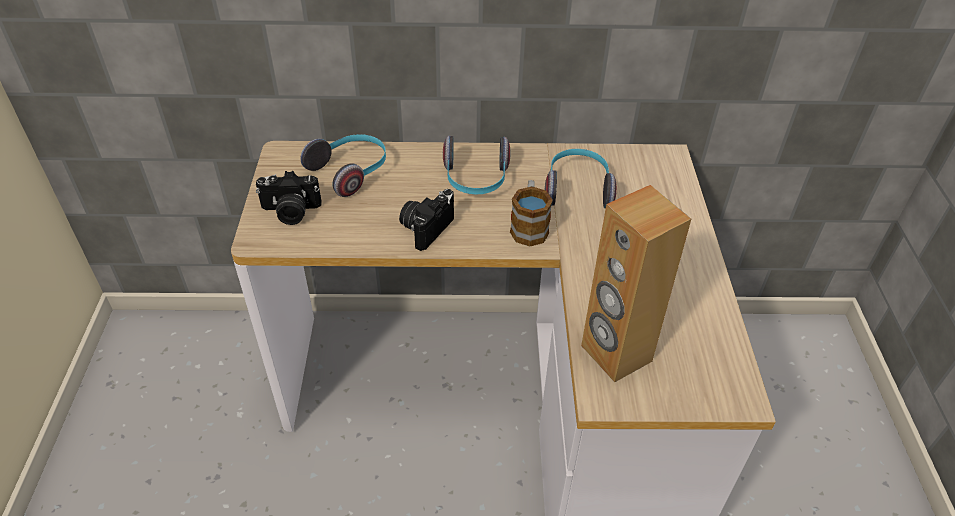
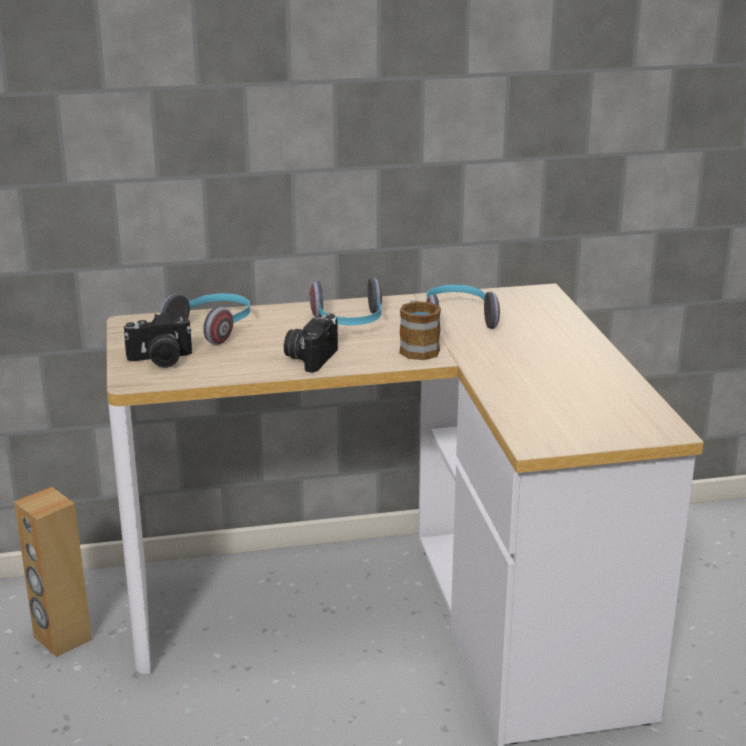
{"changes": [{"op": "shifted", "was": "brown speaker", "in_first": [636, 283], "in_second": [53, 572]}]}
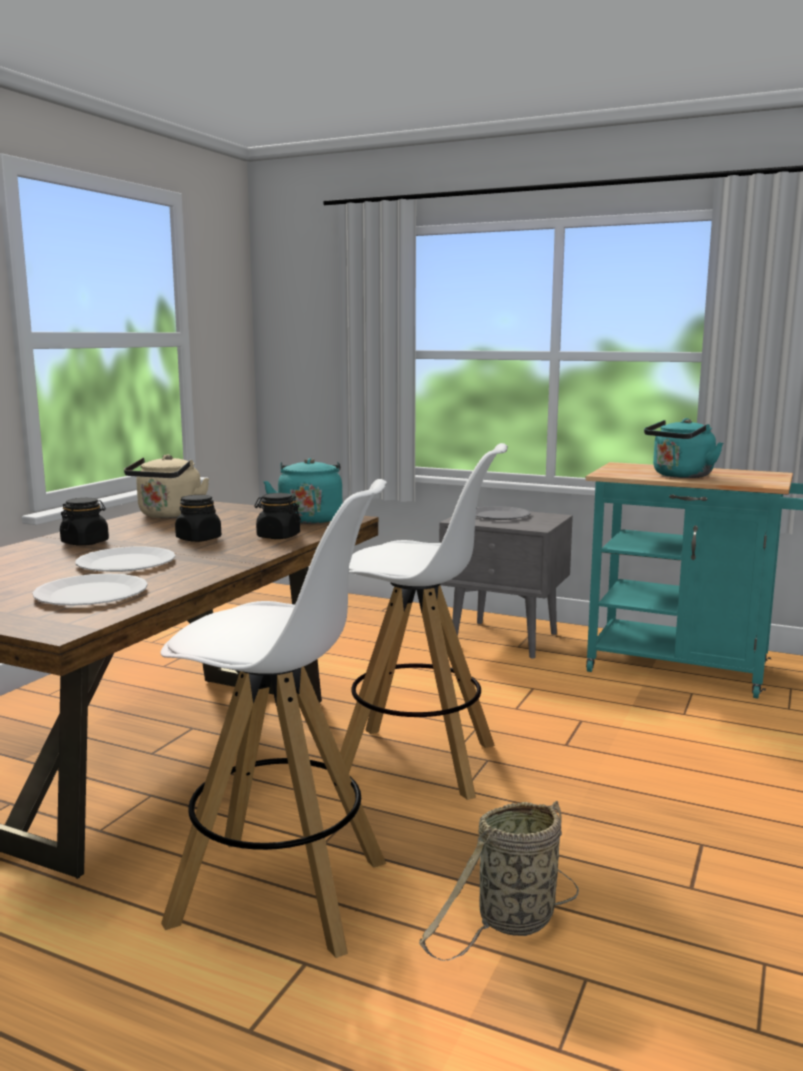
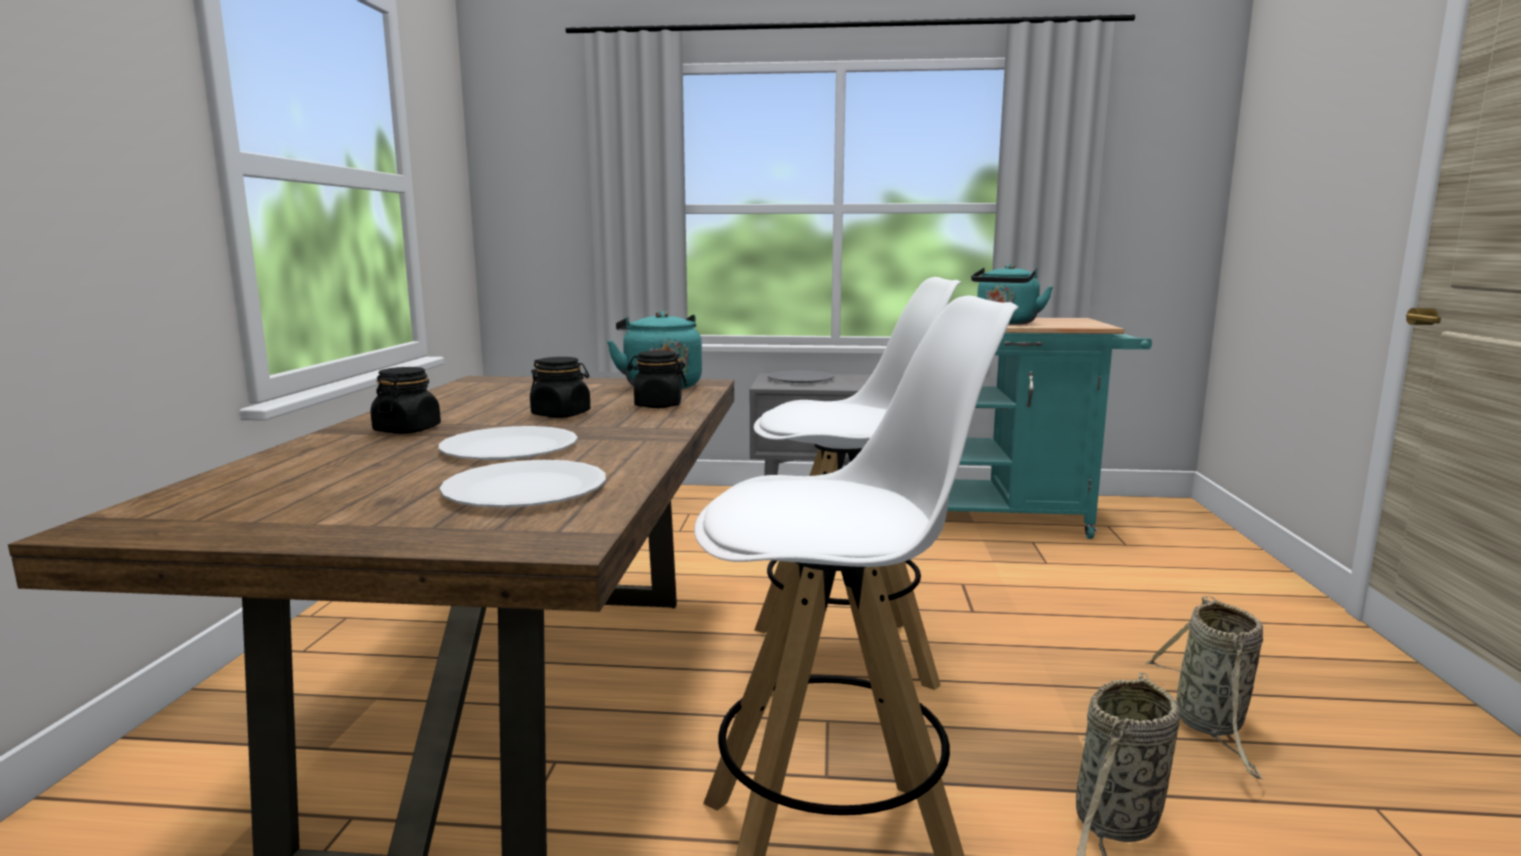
{"changes": [{"op": "new", "now": "basket", "in_second": [1204, 688]}, {"op": "gone", "was": "beige kettle", "in_first": [167, 486]}]}
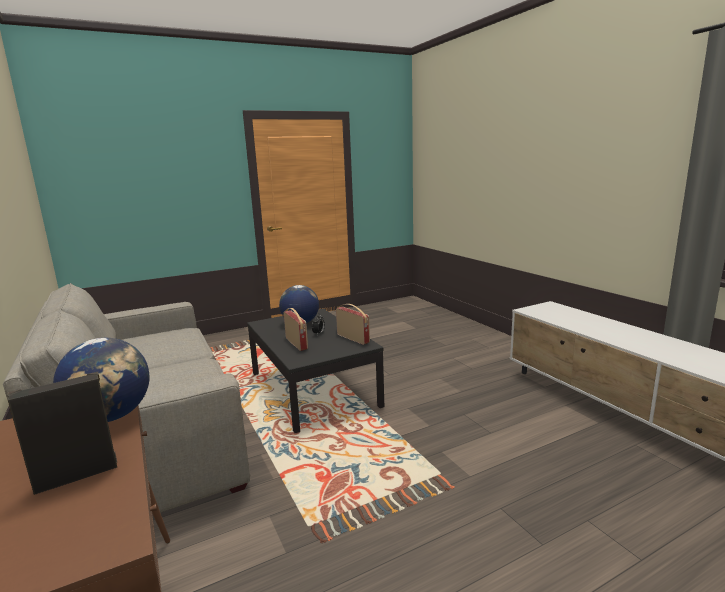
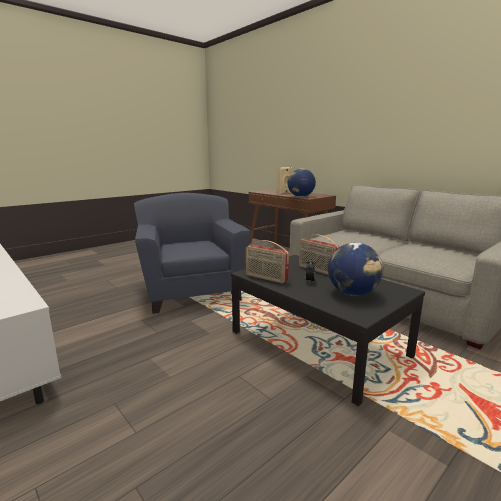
{"changes": [{"op": "new", "now": "blue armchair", "in_second": [192, 253]}, {"op": "repainted", "was": "black speaker", "now": "beige speaker", "in_first": [62, 433], "in_second": [284, 180]}]}
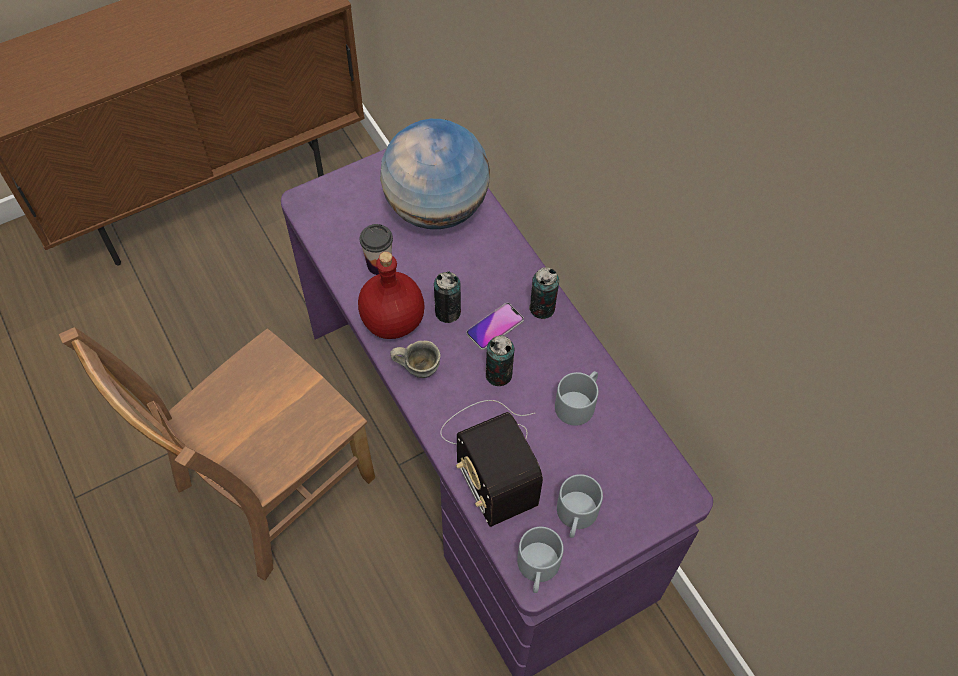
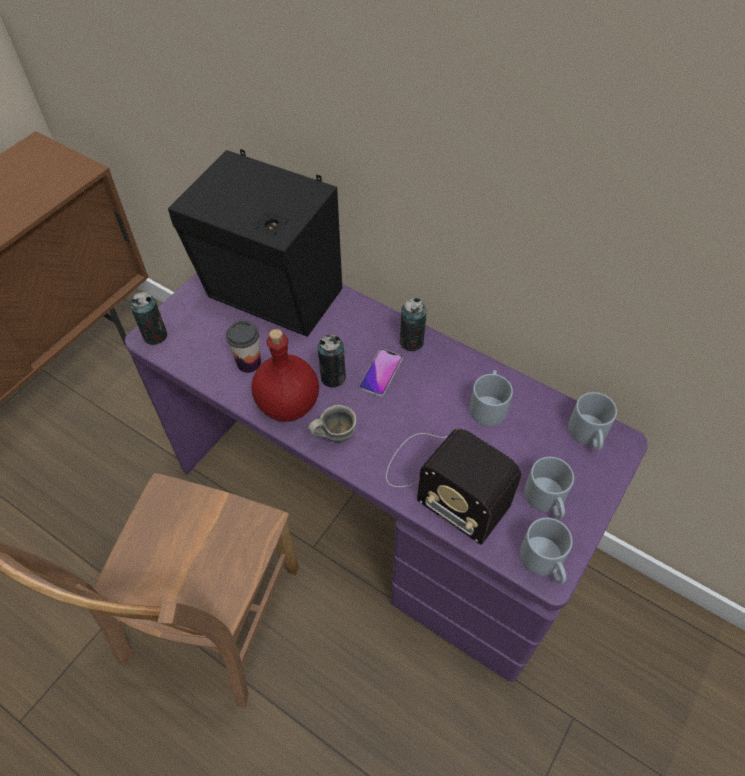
{"changes": [{"op": "shifted", "was": "can", "in_first": [500, 360], "in_second": [148, 318]}, {"op": "swapped", "was": "globe", "now": "black speaker", "in_first": [435, 174], "in_second": [255, 243]}, {"op": "new", "now": "grey mug", "in_second": [592, 421]}]}
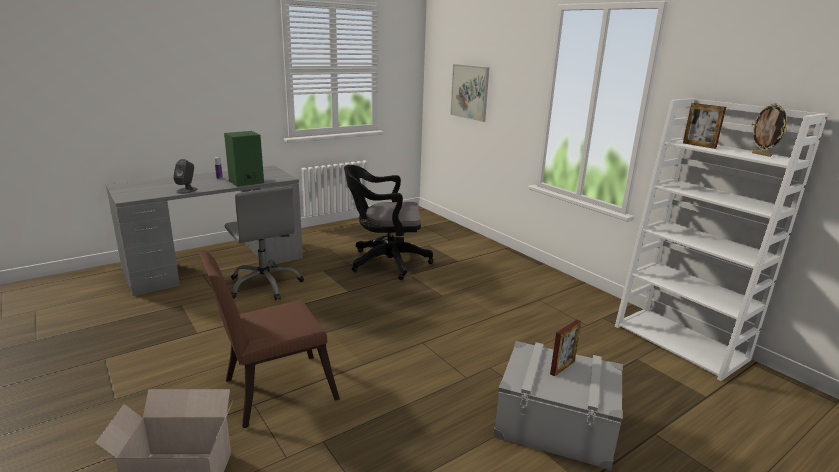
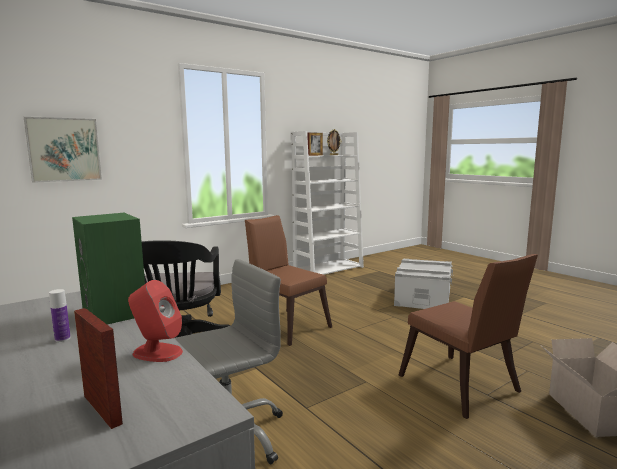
{"changes": [{"op": "shifted", "was": "picture frame", "in_first": [565, 348], "in_second": [98, 368]}, {"op": "repainted", "was": "grey speaker", "now": "red speaker", "in_first": [185, 176], "in_second": [155, 321]}, {"op": "new", "now": "brown chair", "in_second": [288, 280]}]}
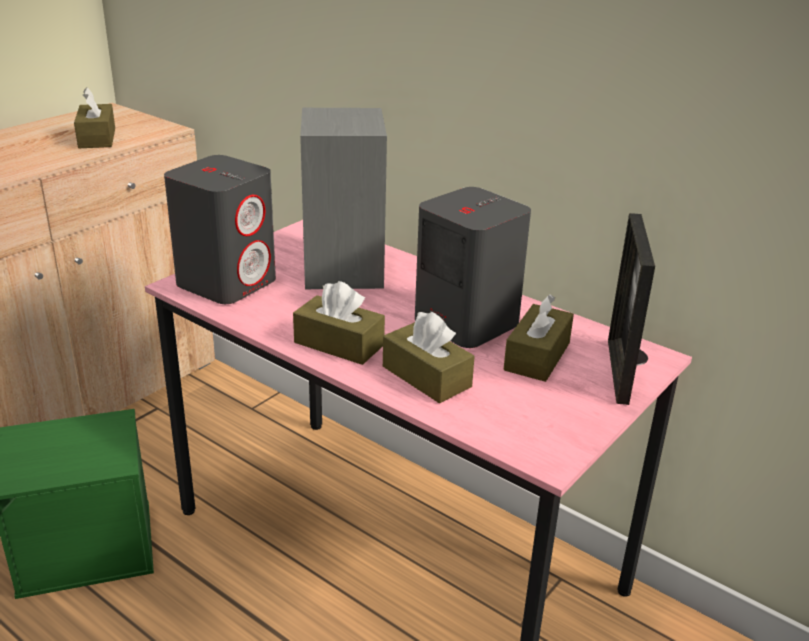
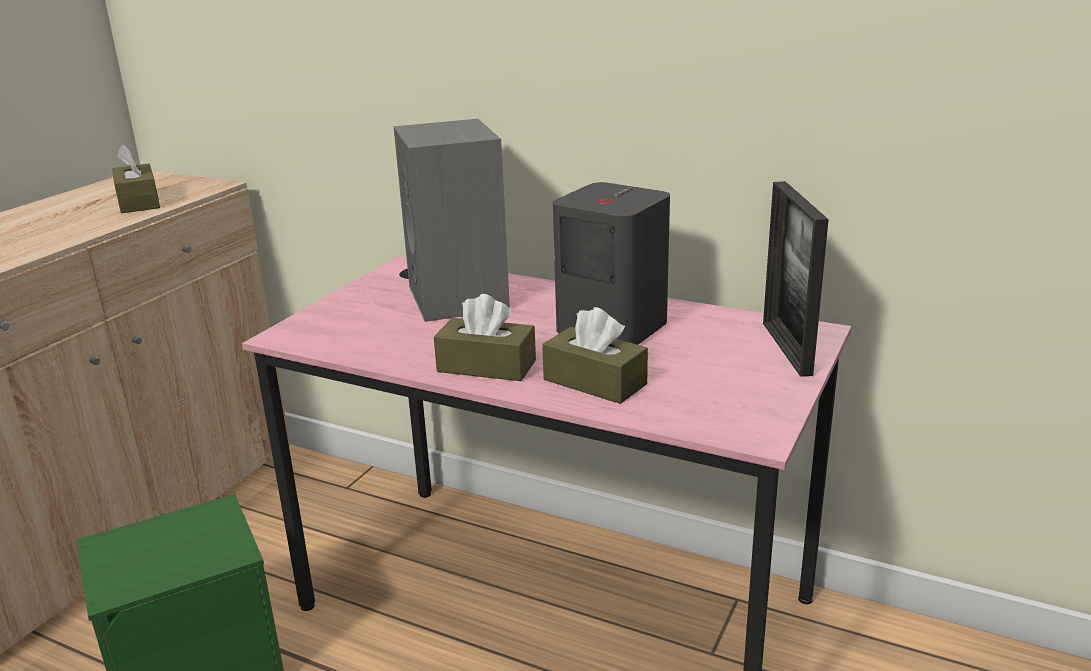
{"changes": [{"op": "gone", "was": "grey speaker", "in_first": [220, 229]}, {"op": "gone", "was": "brown tissue box", "in_first": [539, 338]}]}
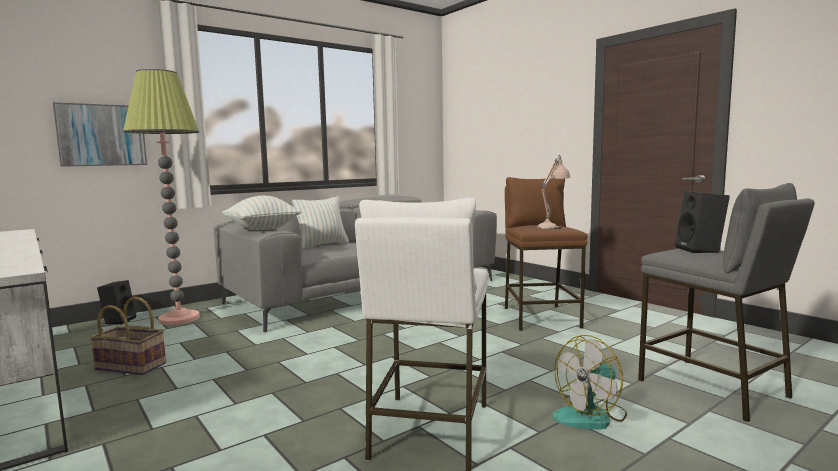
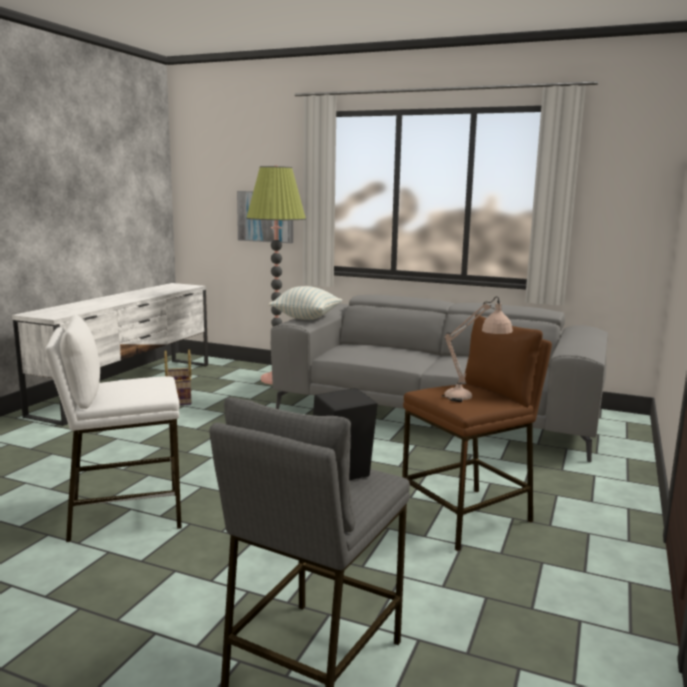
{"changes": [{"op": "gone", "was": "black speaker", "in_first": [116, 302]}, {"op": "gone", "was": "pillow", "in_first": [320, 223]}, {"op": "gone", "was": "fan", "in_first": [589, 382]}]}
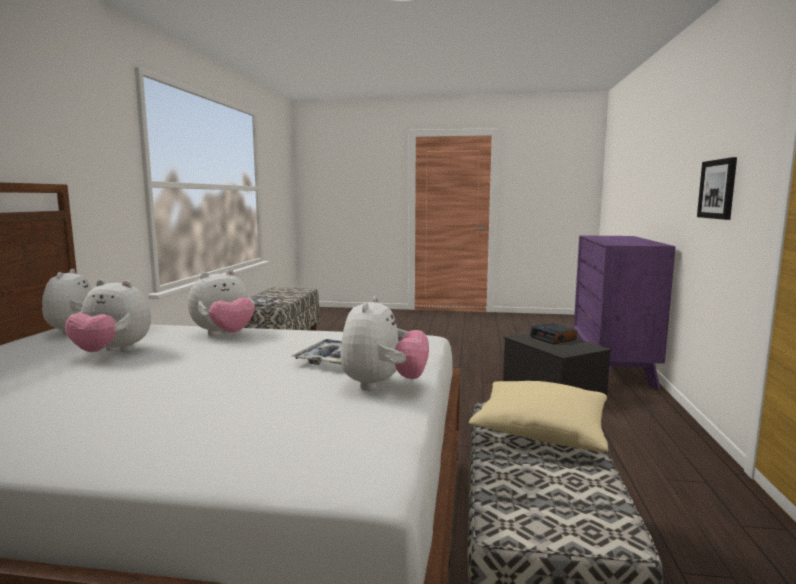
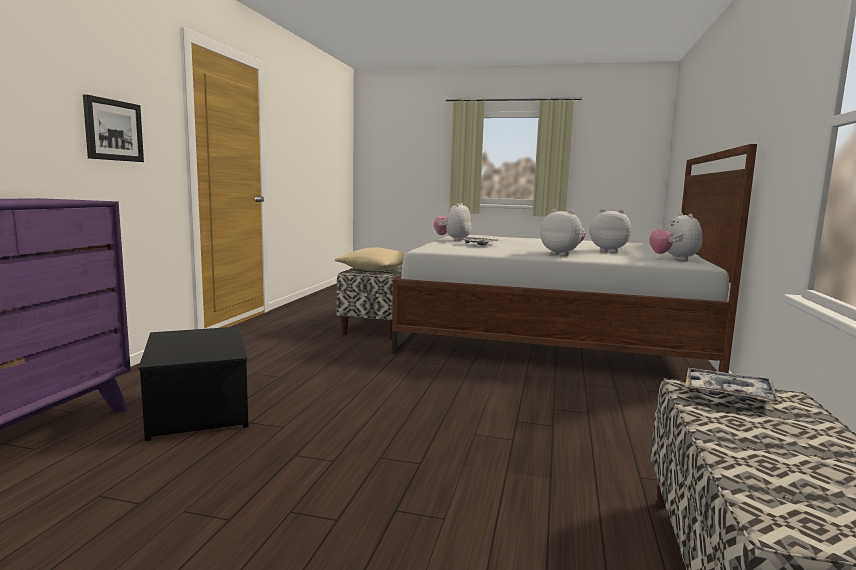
{"changes": [{"op": "rotated", "was": "plush toy", "in_first": [221, 303], "in_second": [563, 232], "clockwise": 75}, {"op": "gone", "was": "alarm clock", "in_first": [553, 333]}]}
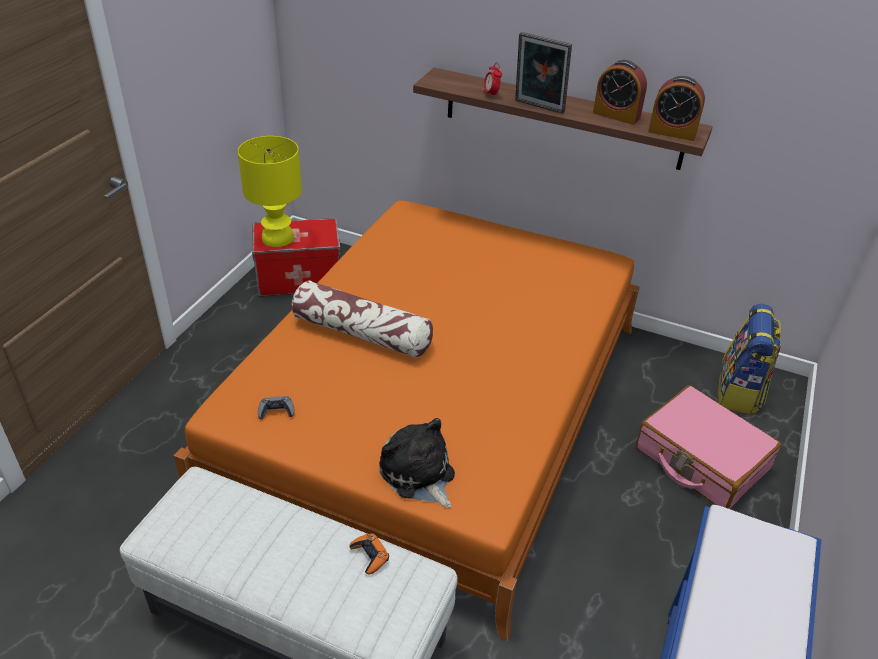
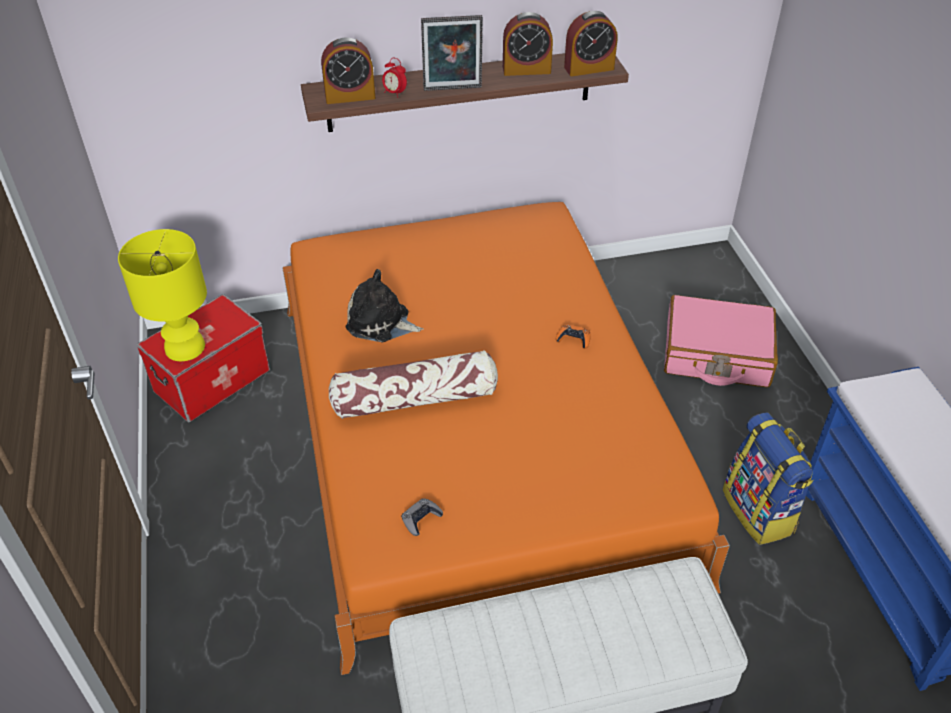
{"changes": [{"op": "new", "now": "alarm clock", "in_second": [348, 71]}, {"op": "shifted", "was": "plush toy", "in_first": [417, 463], "in_second": [384, 305]}, {"op": "shifted", "was": "orange game controller", "in_first": [369, 554], "in_second": [573, 336]}, {"op": "shifted", "was": "backpack", "in_first": [749, 359], "in_second": [768, 479]}]}
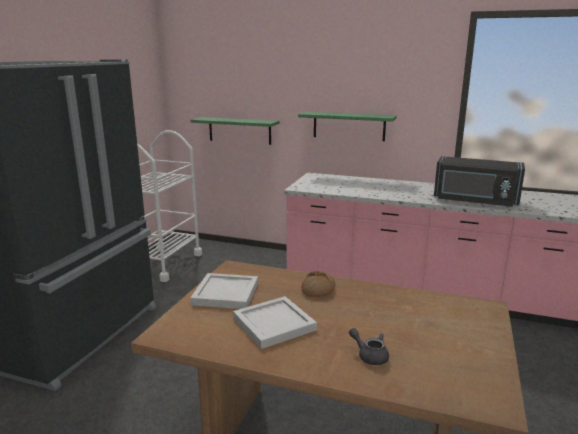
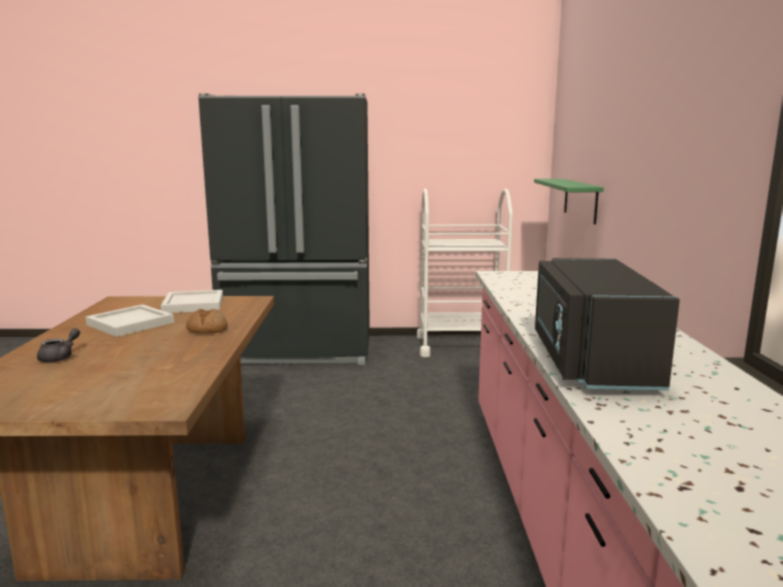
{"changes": [{"op": "gone", "was": "green shelf", "in_first": [347, 126]}]}
